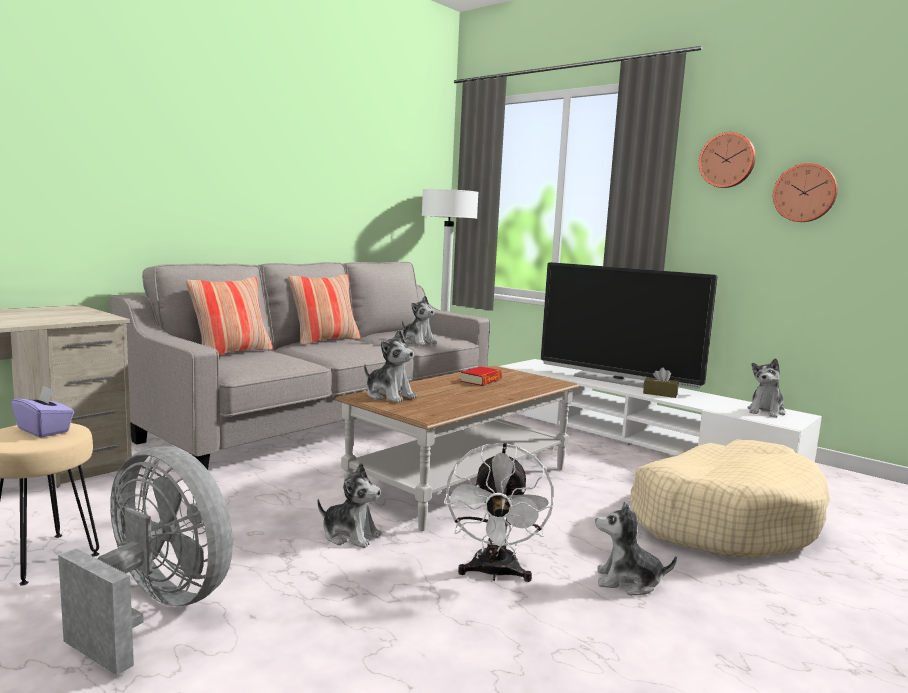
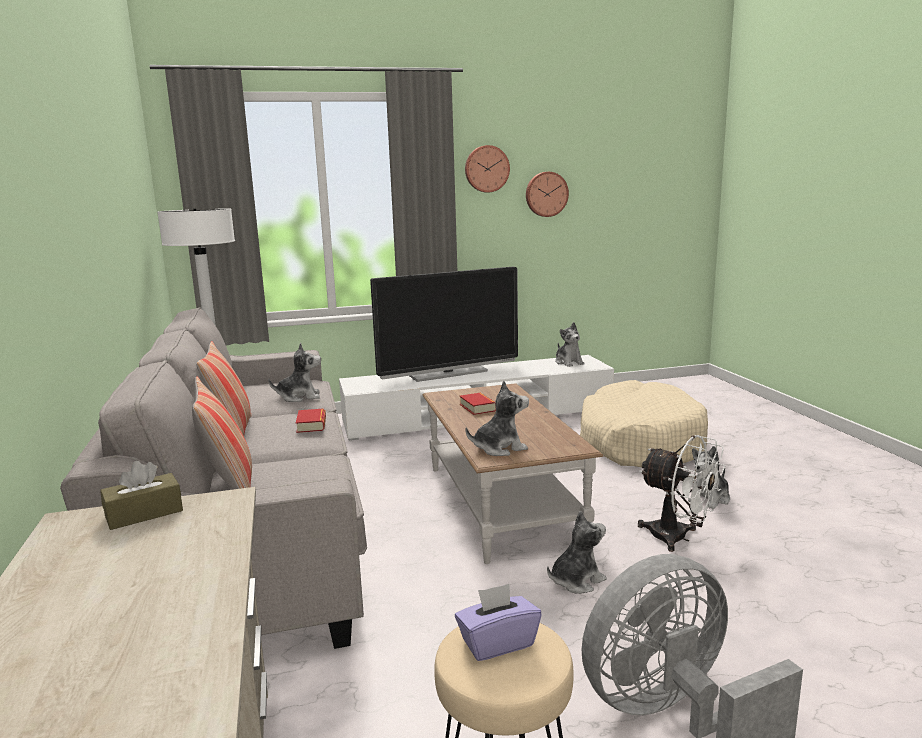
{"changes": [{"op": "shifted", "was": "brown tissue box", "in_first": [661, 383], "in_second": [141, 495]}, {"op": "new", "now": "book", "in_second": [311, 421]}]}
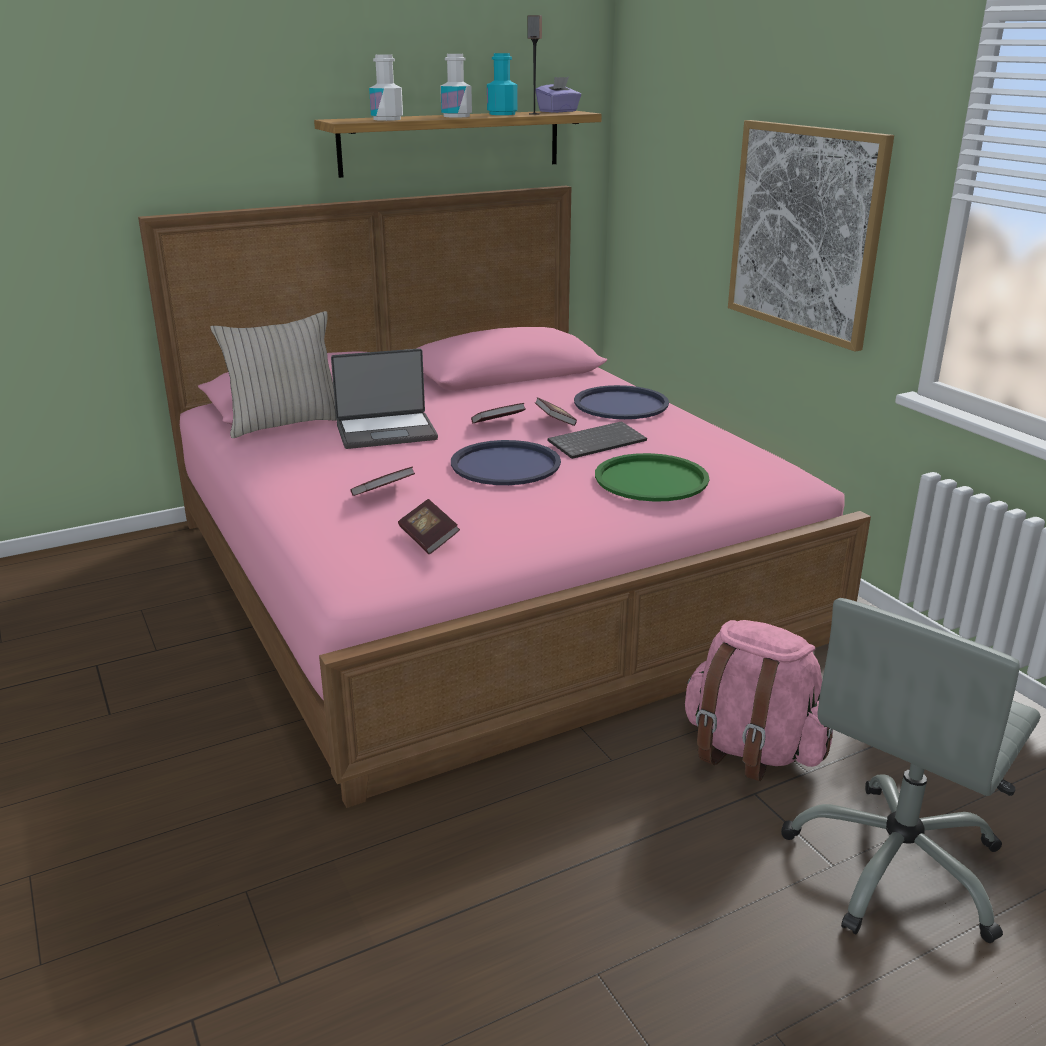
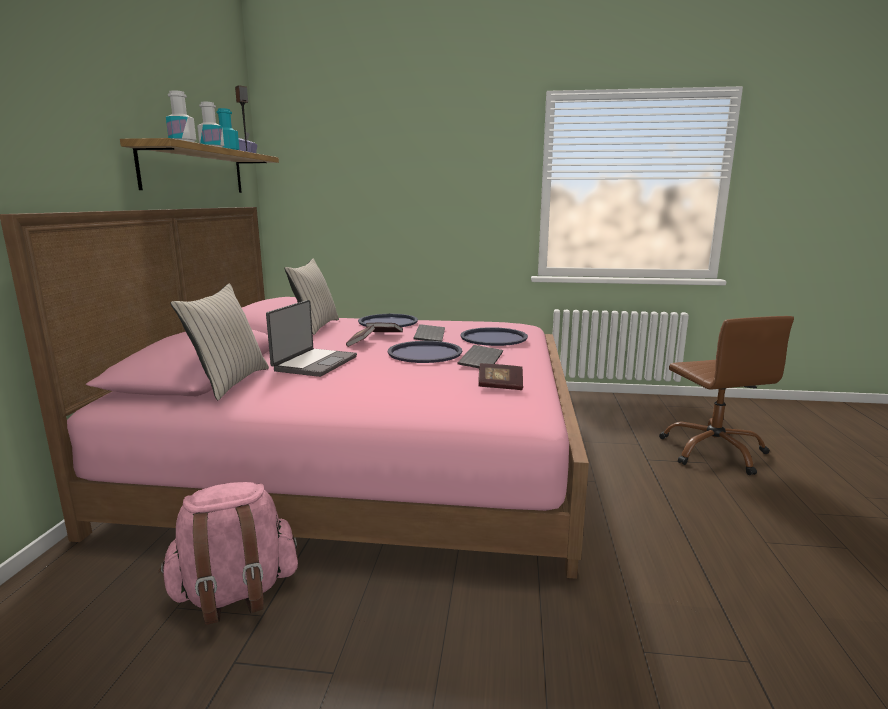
{"changes": [{"op": "shifted", "was": "pink backpack", "in_first": [759, 700], "in_second": [228, 553]}, {"op": "new", "now": "beige pillow", "in_second": [312, 297]}, {"op": "new", "now": "keyboard", "in_second": [480, 356]}, {"op": "repainted", "was": "green tray", "now": "blue tray", "in_first": [652, 477], "in_second": [494, 336]}, {"op": "repainted", "was": "grey office chair", "now": "brown office chair", "in_first": [911, 770], "in_second": [726, 395]}, {"op": "gone", "was": "book", "in_first": [383, 481]}, {"op": "gone", "was": "picture", "in_first": [811, 236]}]}
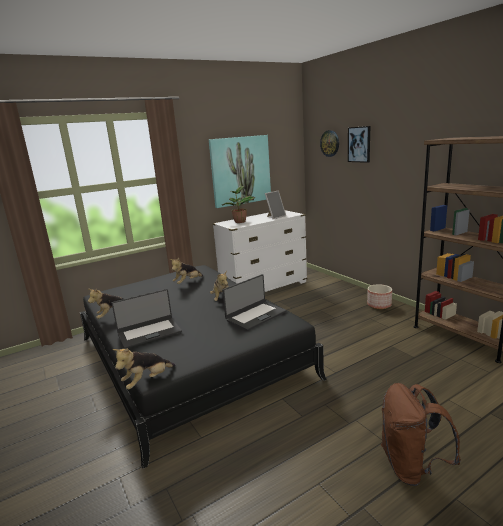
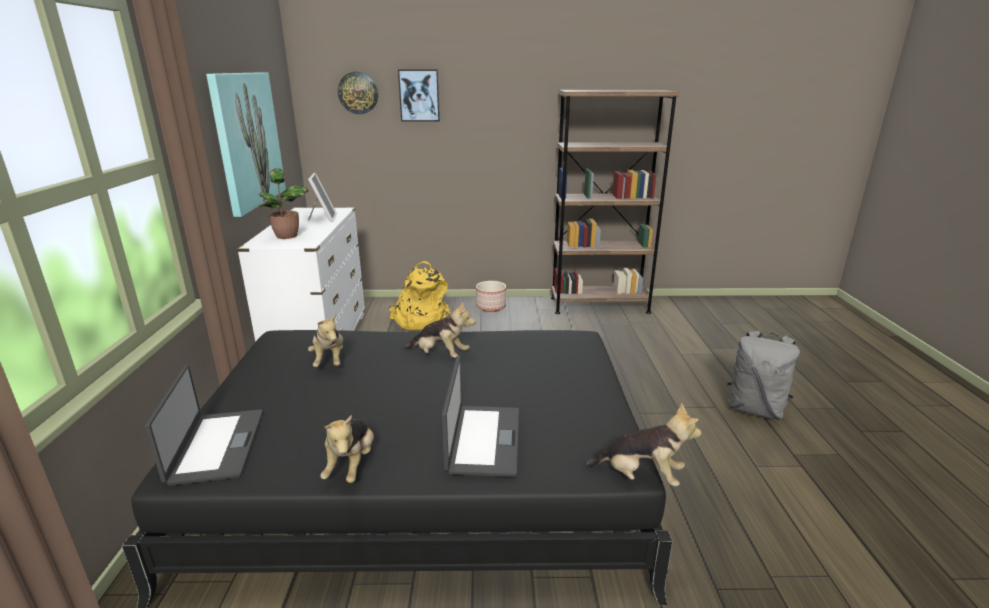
{"changes": [{"op": "shifted", "was": "laptop", "in_first": [254, 302], "in_second": [204, 425]}, {"op": "new", "now": "yellow backpack", "in_second": [419, 296]}, {"op": "rotated", "was": "plush toy", "in_first": [144, 368], "in_second": [642, 444], "clockwise": -60}, {"op": "repainted", "was": "brown backpack", "now": "grey backpack", "in_first": [421, 434], "in_second": [763, 375]}]}
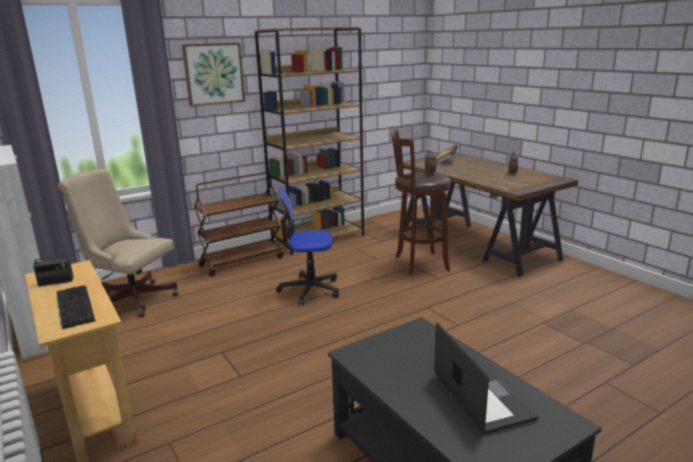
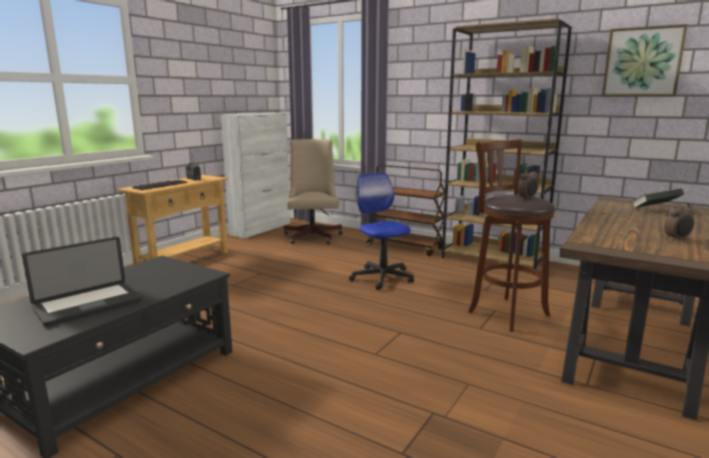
{"changes": [{"op": "shifted", "was": "picture", "in_first": [214, 74], "in_second": [645, 60]}]}
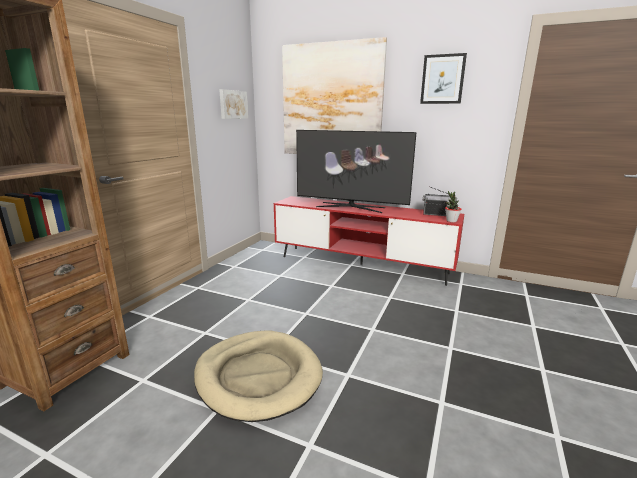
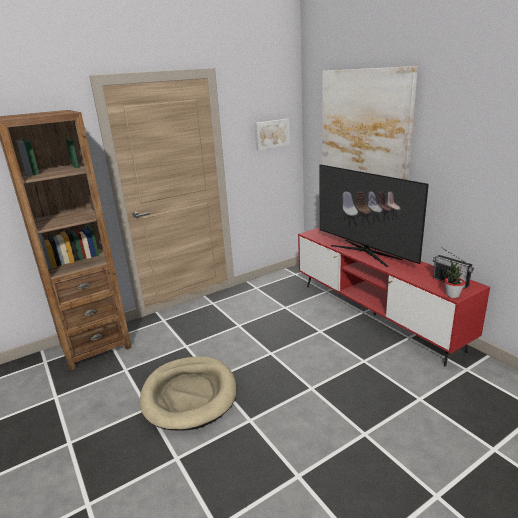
{"changes": [{"op": "gone", "was": "picture", "in_first": [443, 78]}]}
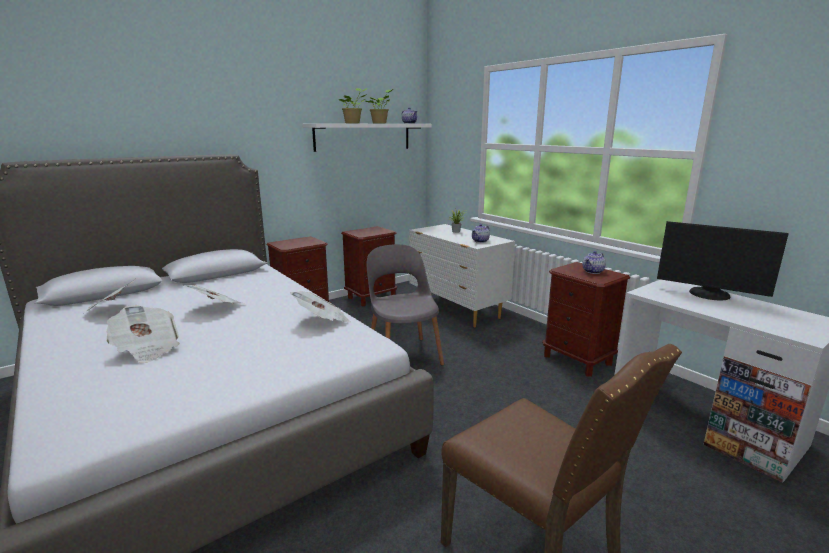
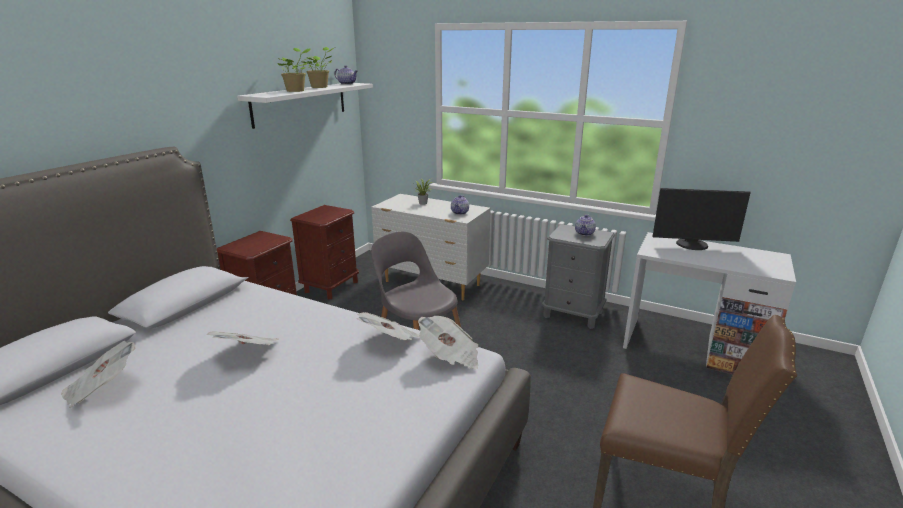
{"changes": [{"op": "shifted", "was": "newspaper", "in_first": [143, 334], "in_second": [448, 342]}, {"op": "repainted", "was": "brown nightstand", "now": "grey nightstand", "in_first": [586, 319], "in_second": [578, 276]}]}
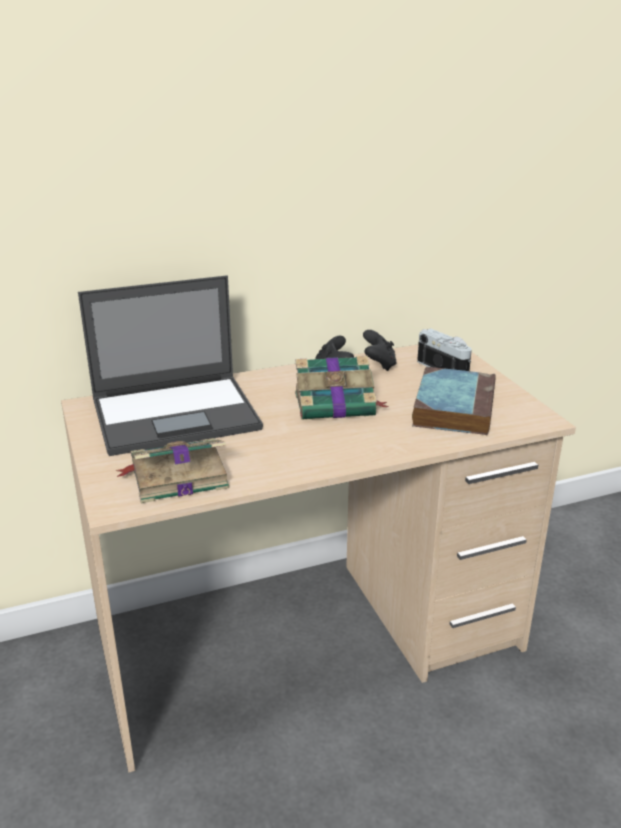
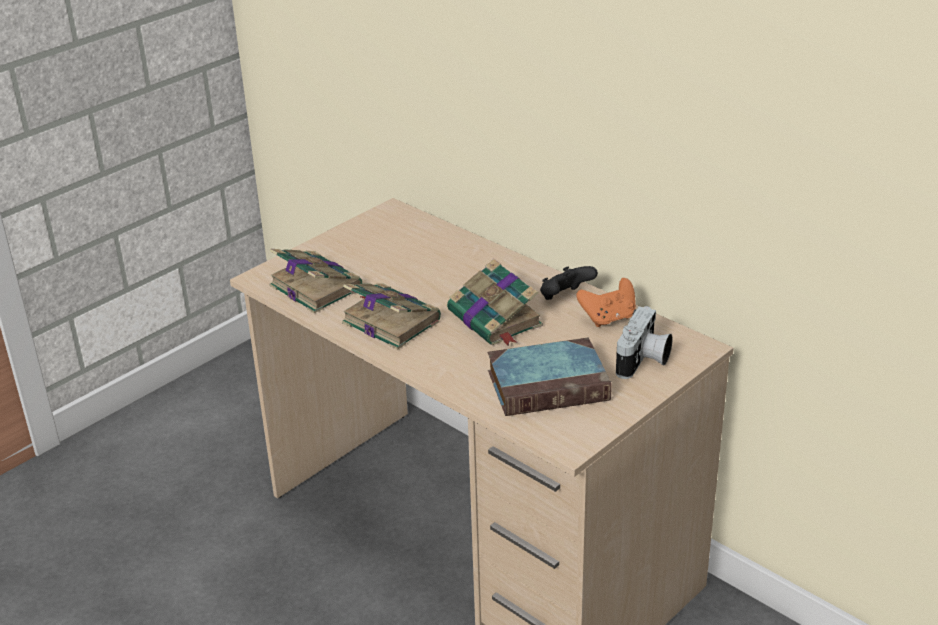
{"changes": [{"op": "new", "now": "book", "in_second": [391, 317]}, {"op": "repainted", "was": "black game controller", "now": "orange game controller", "in_first": [380, 350], "in_second": [606, 302]}, {"op": "gone", "was": "laptop", "in_first": [170, 365]}]}
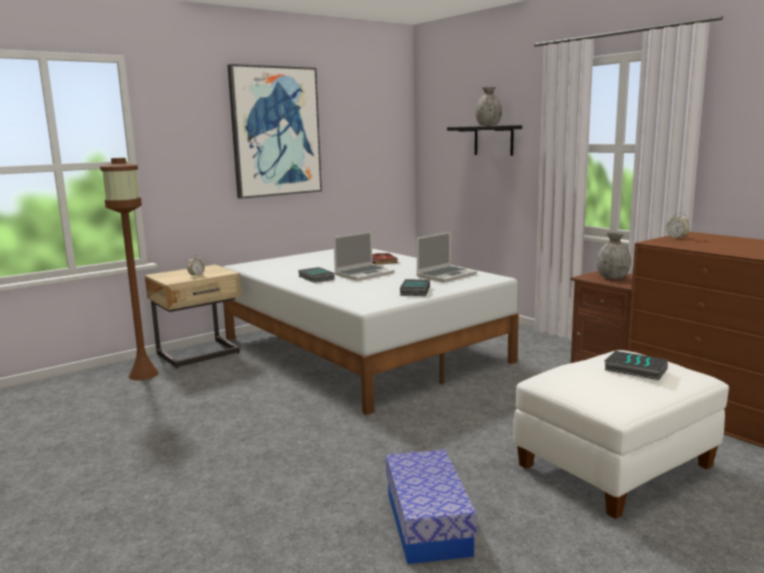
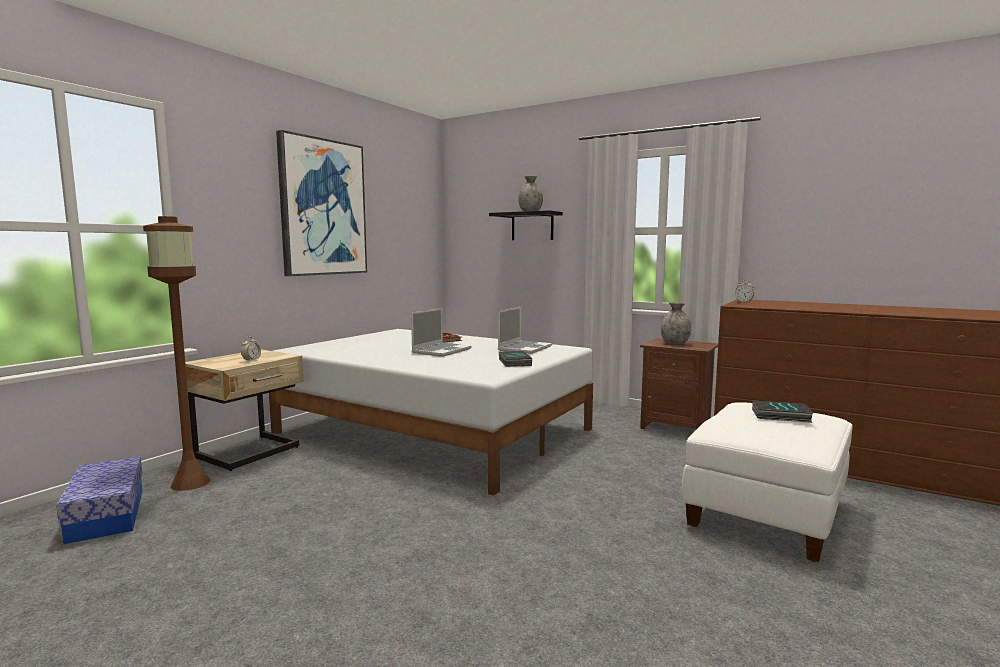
{"changes": [{"op": "shifted", "was": "storage box", "in_first": [431, 506], "in_second": [99, 500]}, {"op": "gone", "was": "book", "in_first": [316, 275]}]}
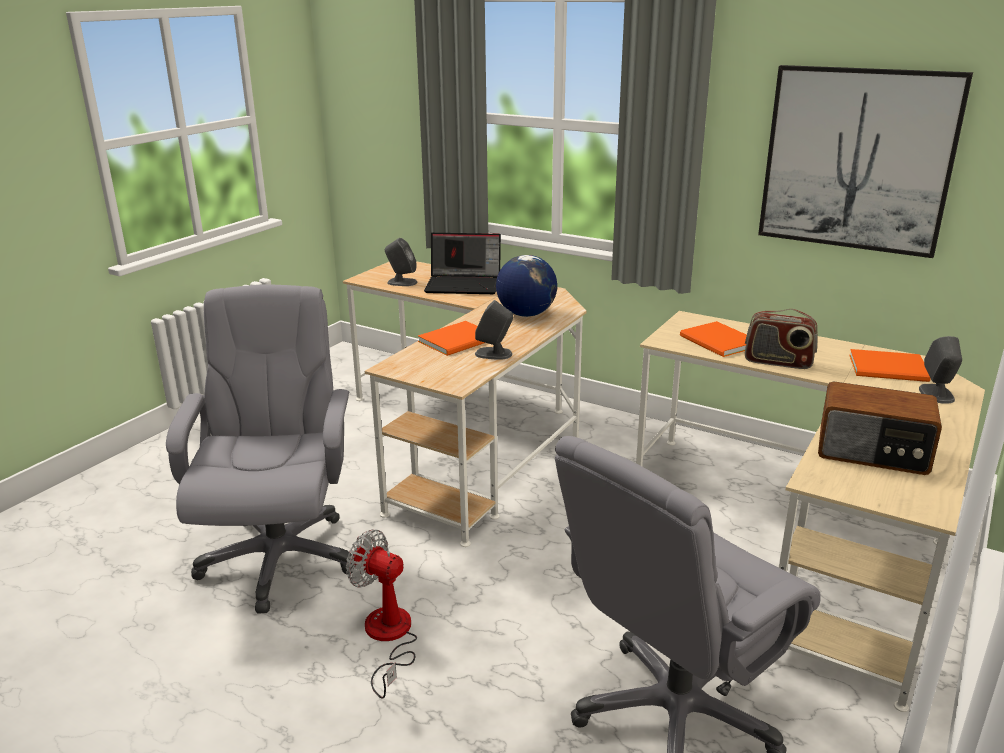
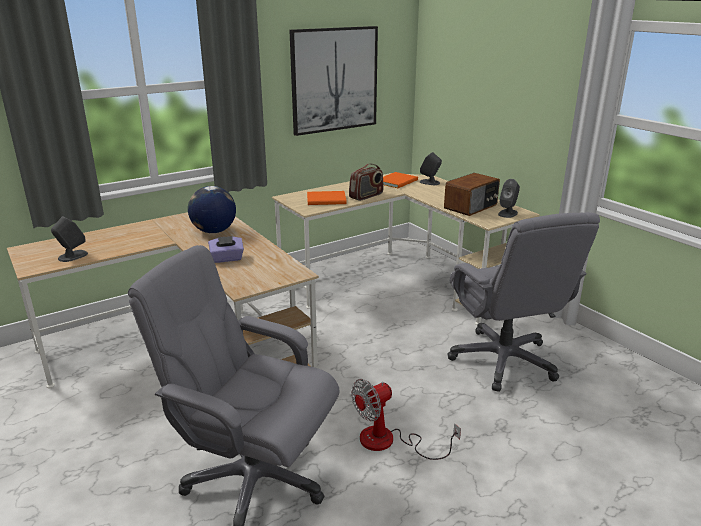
{"changes": [{"op": "swapped", "was": "orange book", "now": "purple tissue box", "in_first": [451, 338], "in_second": [226, 249]}, {"op": "shifted", "was": "grey speaker", "in_first": [494, 330], "in_second": [509, 198]}, {"op": "gone", "was": "laptop", "in_first": [462, 263]}]}
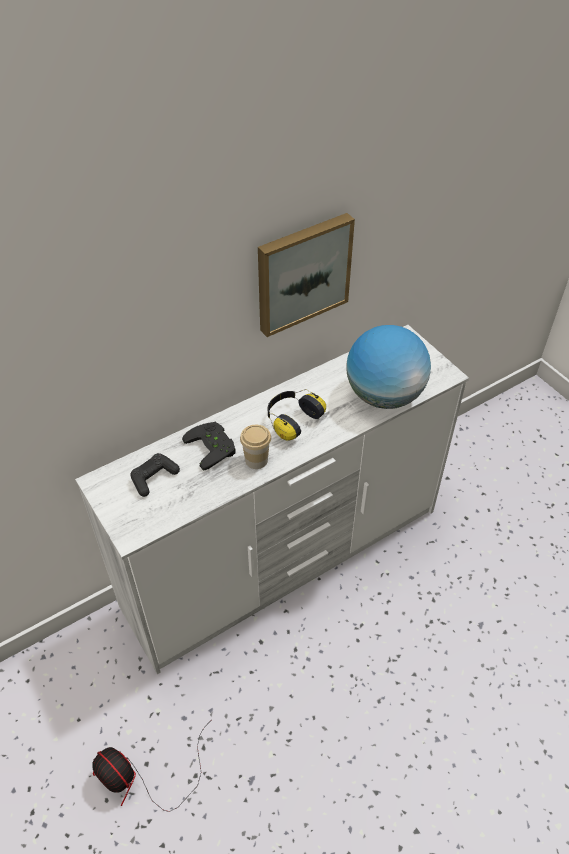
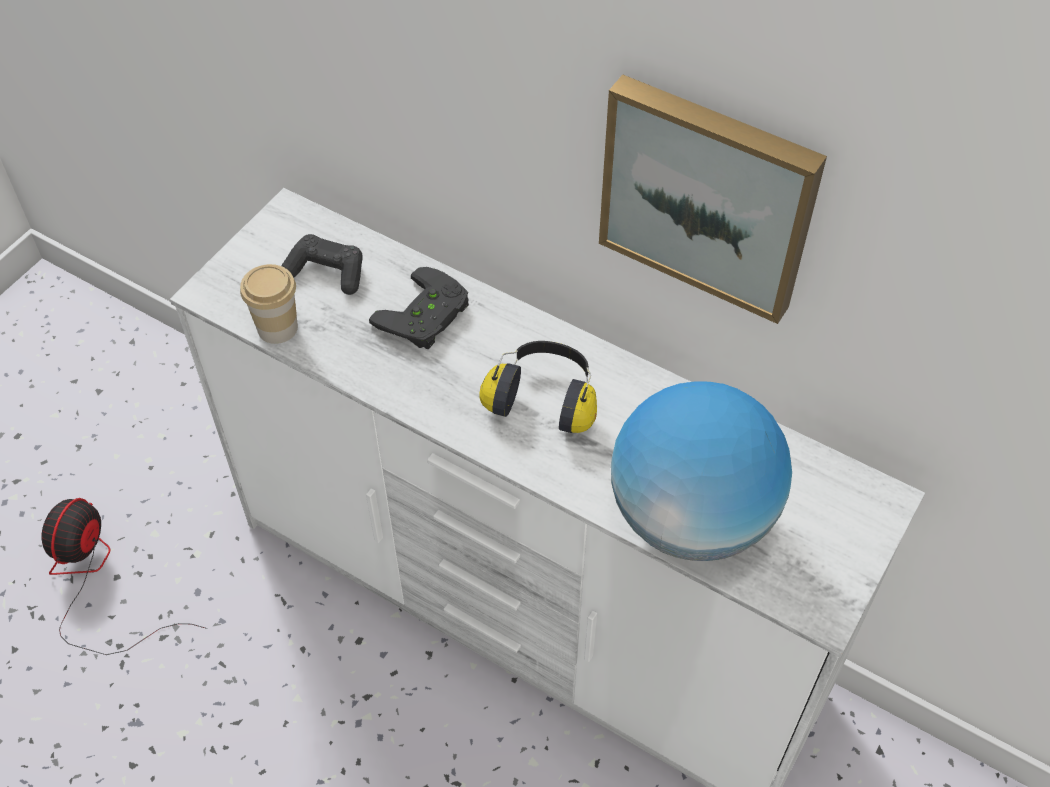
{"changes": [{"op": "shifted", "was": "cup", "in_first": [255, 447], "in_second": [269, 304]}]}
